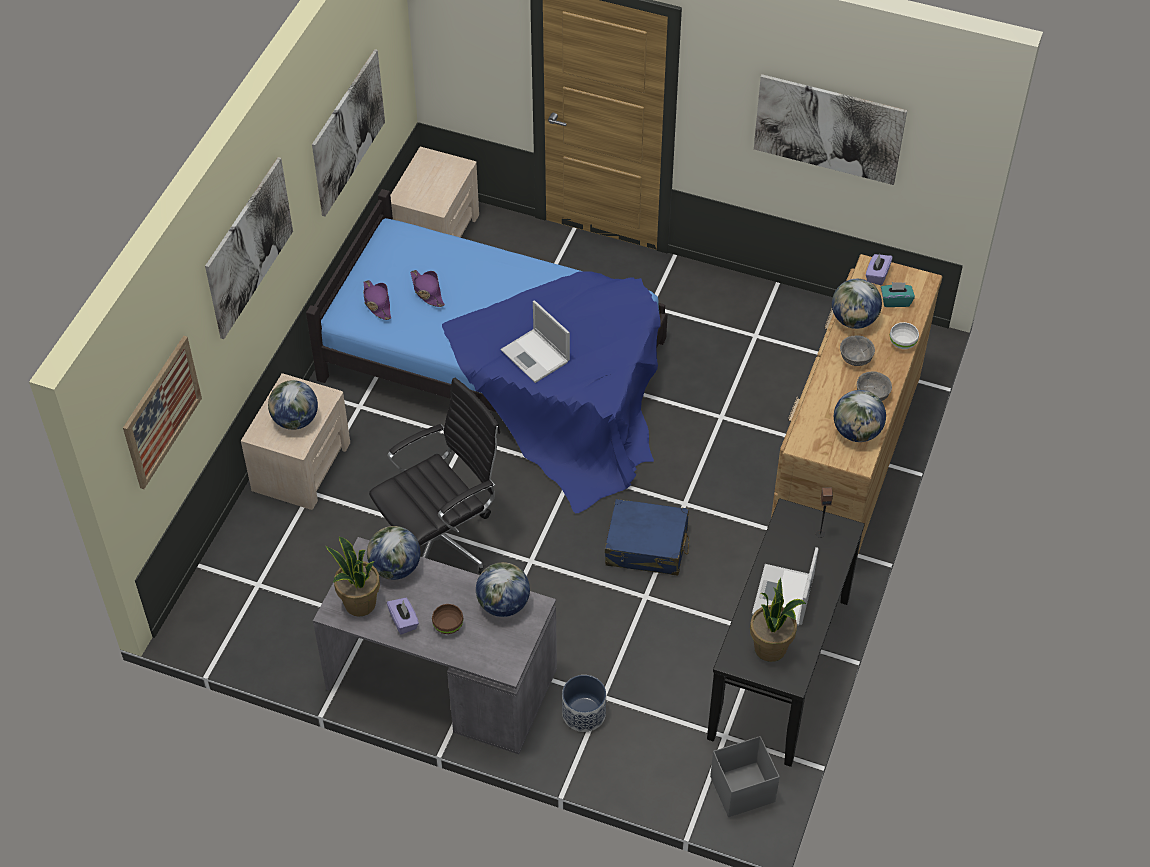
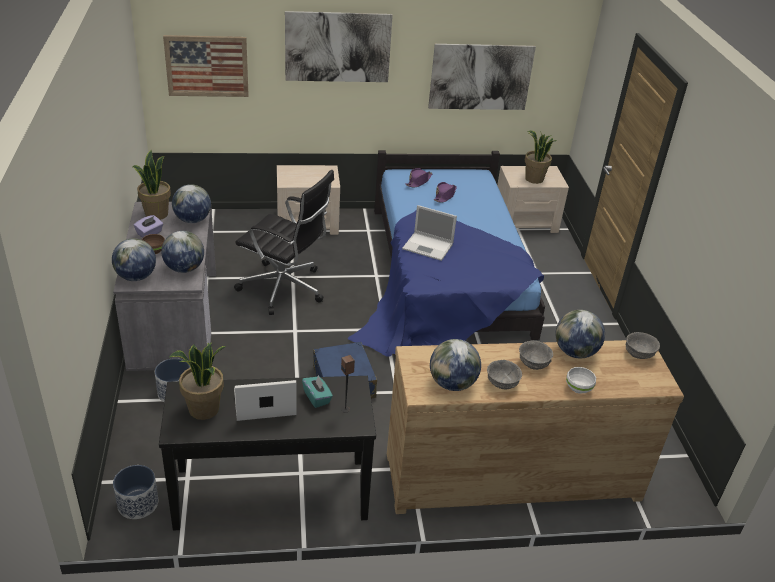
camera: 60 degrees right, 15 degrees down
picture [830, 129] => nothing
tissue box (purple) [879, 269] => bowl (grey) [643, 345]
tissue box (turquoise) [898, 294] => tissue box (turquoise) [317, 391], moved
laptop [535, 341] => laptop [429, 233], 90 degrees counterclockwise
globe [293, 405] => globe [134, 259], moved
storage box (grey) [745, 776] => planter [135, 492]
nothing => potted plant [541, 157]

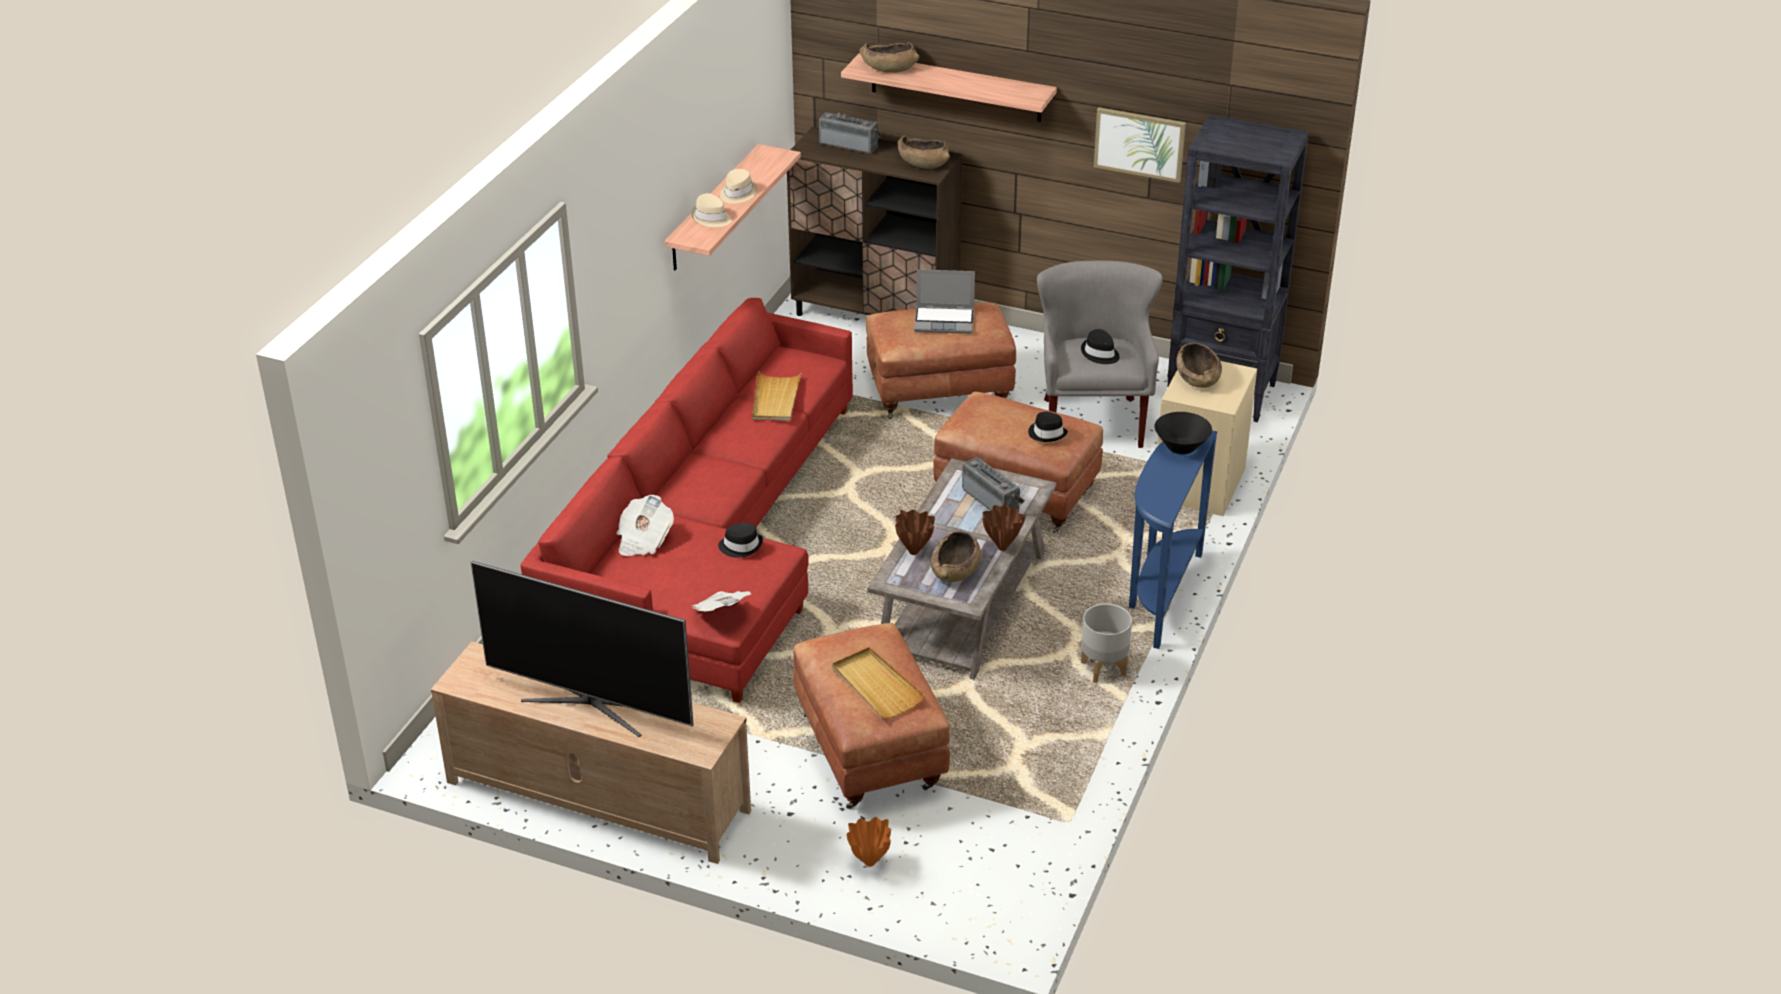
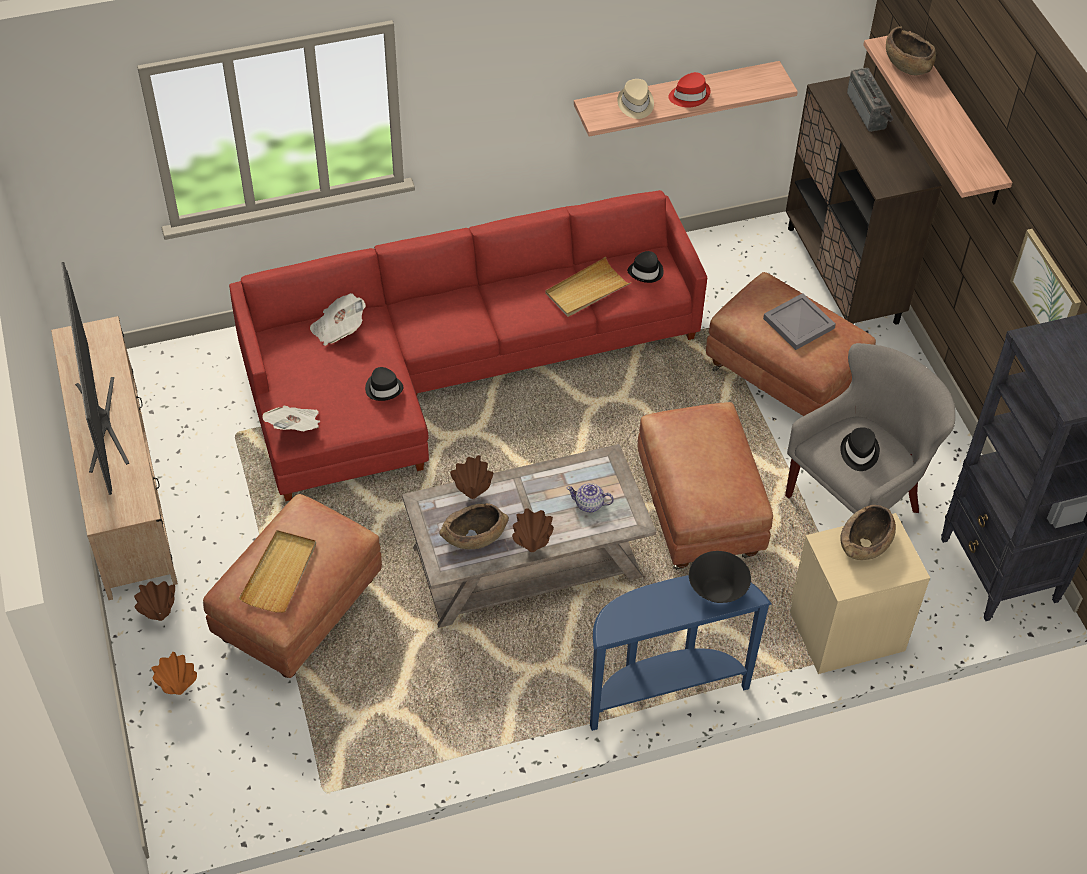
camera: 50 degrees right, 15 degrees up
bowl (brown) [923, 152] => nothing
hat (beige) [738, 186] => hat (red) [690, 90]
laptop [944, 301] => tray (grey) [799, 321]
hat (black) [1048, 427] => hat (black) [645, 267], moved
radio [993, 484] => teapot [590, 497]
planter (grey) [1106, 643] => nothing
nothing => vase (brown) [154, 601]

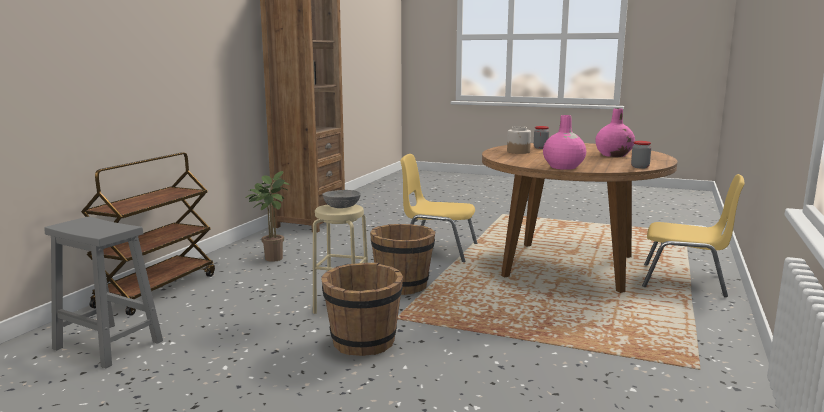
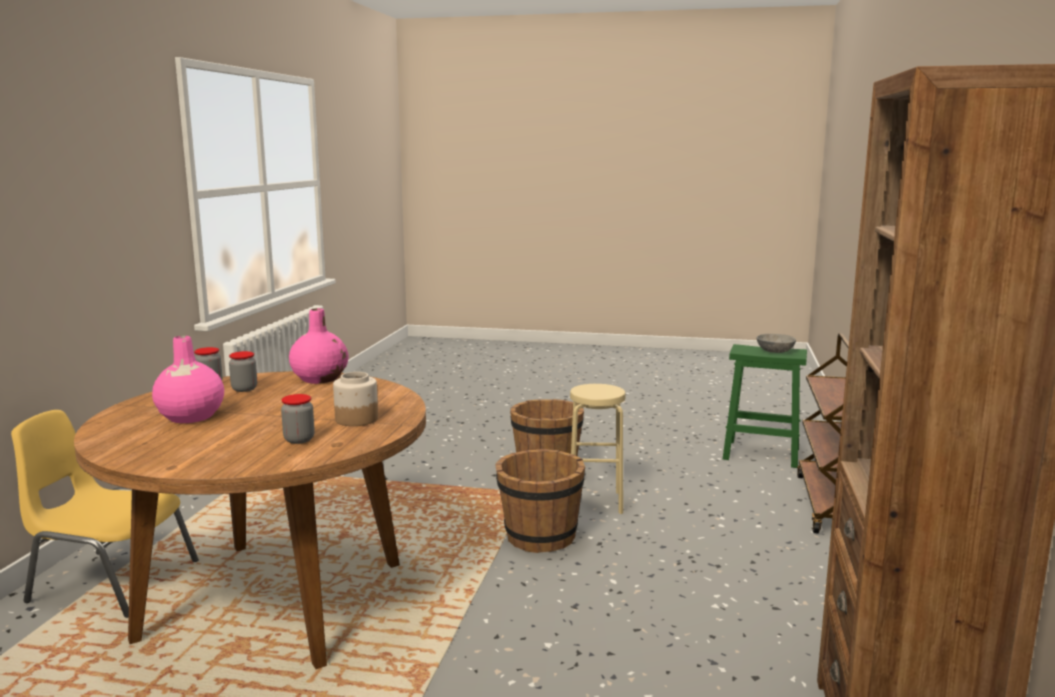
camera: 170 degrees right, 0 degrees up
chair (yellow) [439, 208] => nothing
potted plant [267, 216] => nothing
bowl (grey) [341, 199] => bowl (grey) [776, 343], moved
stool (grey) [103, 292] => stool (green) [765, 406]
nothing => jar [243, 371]

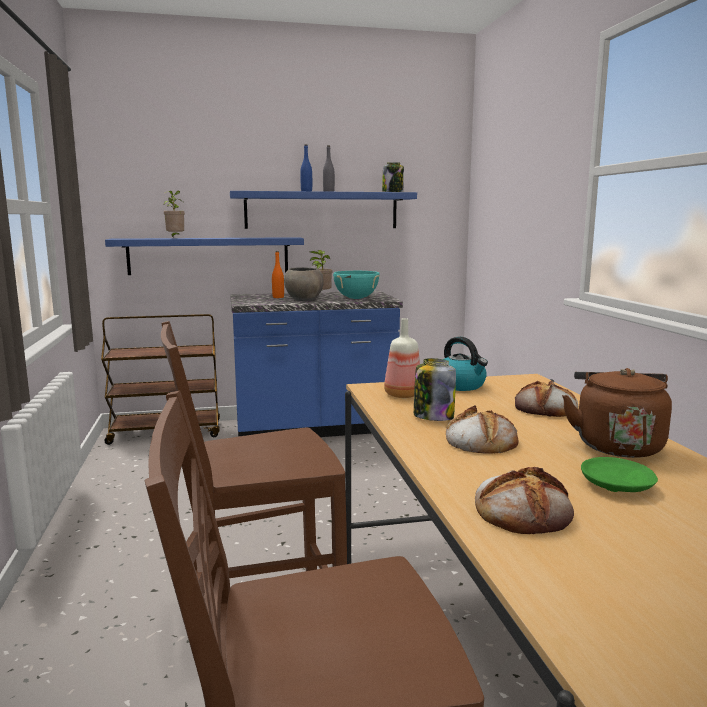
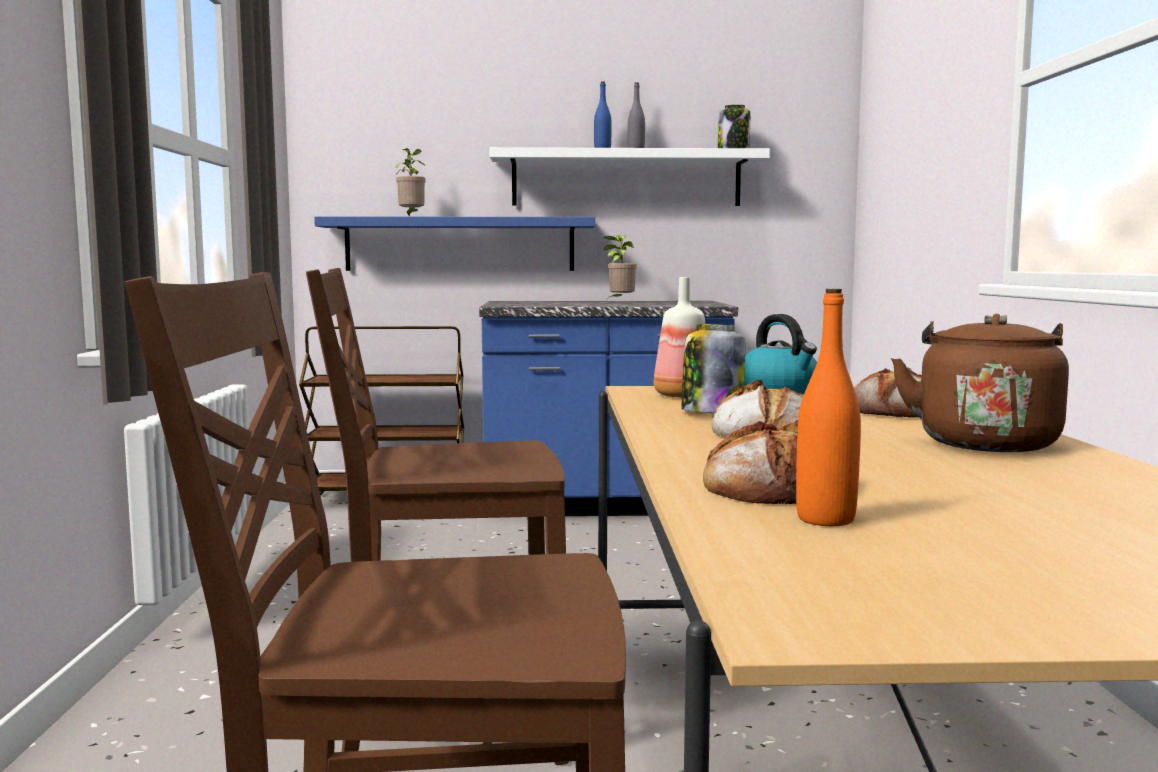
camera: 10 degrees right, 5 degrees down
shelf (blue) [323, 210] => shelf (white) [630, 176]
bottle (orange) [278, 274] => bottle (orange) [828, 407], moved
bowl (grey) [304, 284] => nothing
cooking pot (turquoise) [356, 285] => nothing
plate (green) [619, 474] => nothing

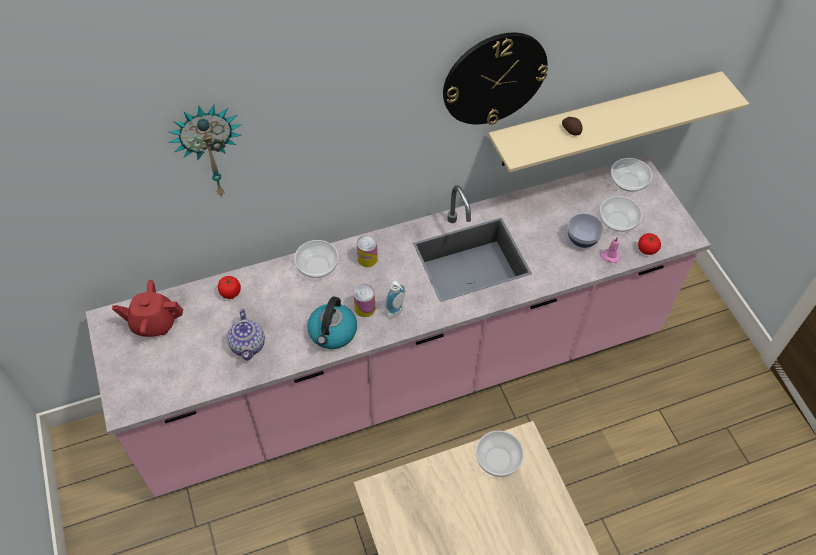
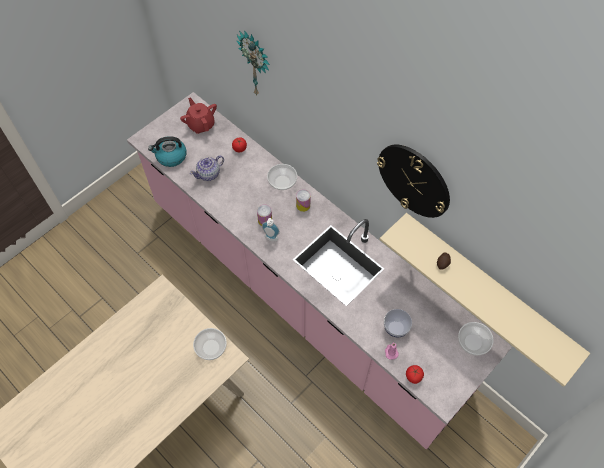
camera: 65 degrees right, 5 degrees up
bowl [621, 214] => nothing
kettle [332, 323] => kettle [167, 151], moved

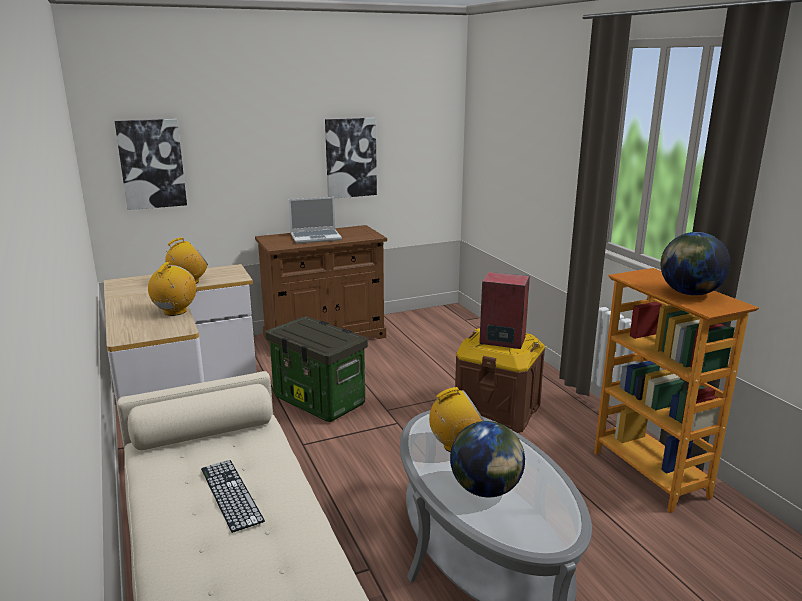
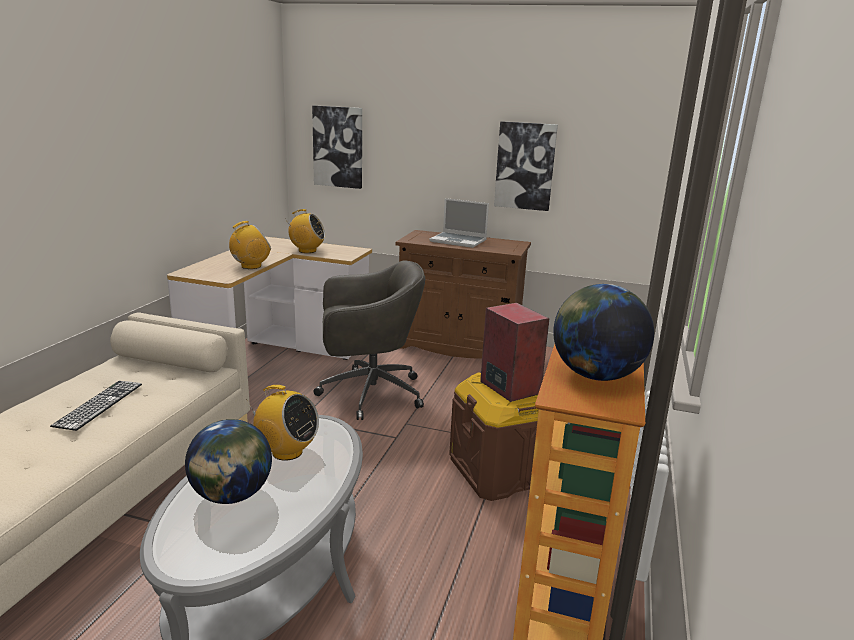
camera: 40 degrees right, 0 degrees up
storage box [316, 369] => office chair (grey) [369, 340]

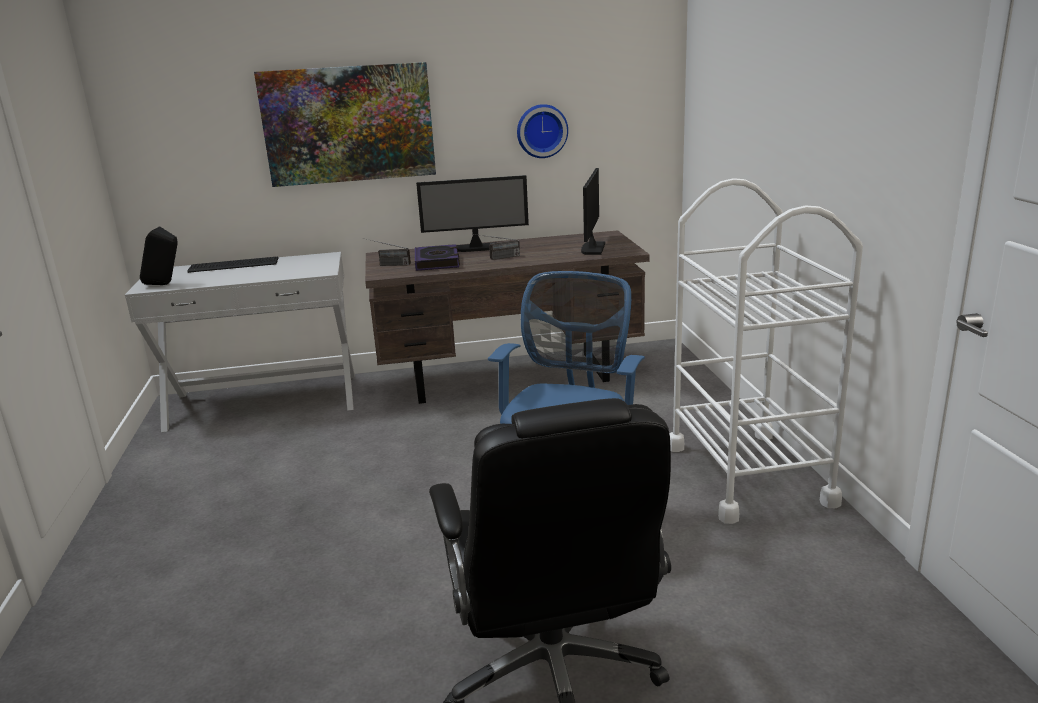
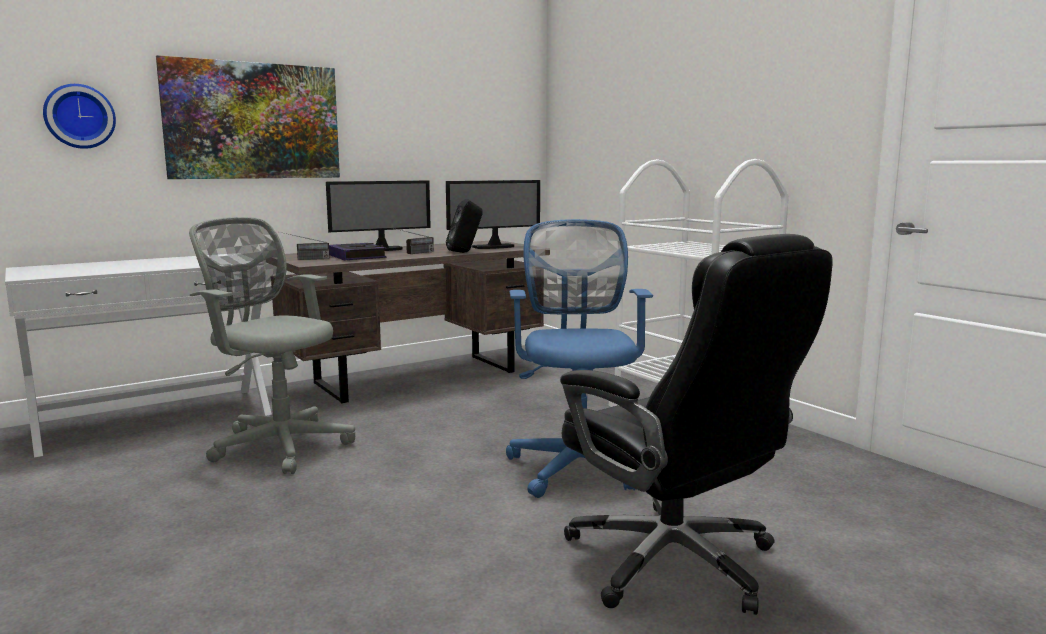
camera: 25 degrees left, 10 degrees down
wall clock [542, 131] => wall clock [79, 116], moved
monitor [593, 211] => monitor [493, 214], 105 degrees counterclockwise
speaker (black) [159, 255] => speaker (black) [464, 226], moved
keyboard [233, 265] => nothing
nothing => office chair (grey) [272, 345]

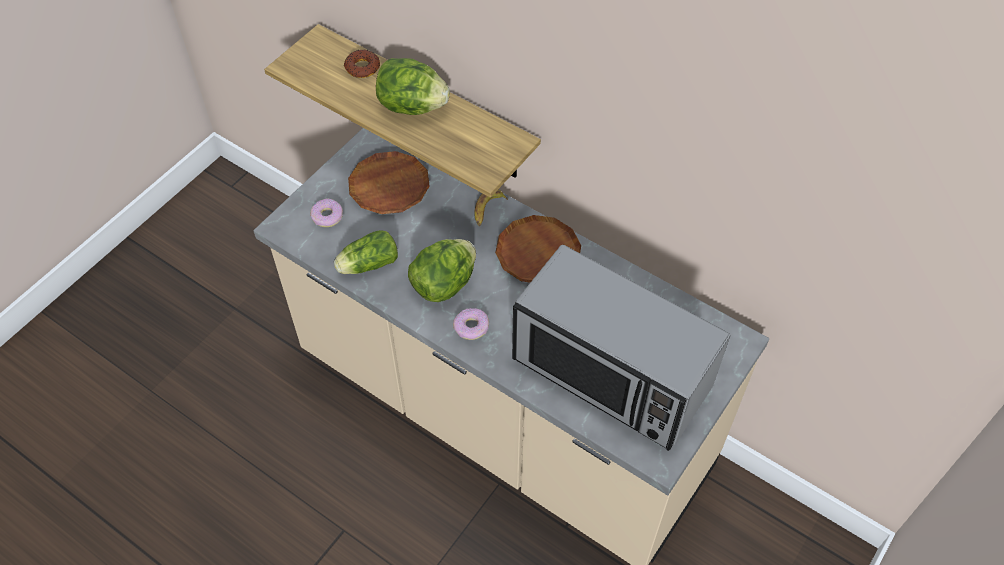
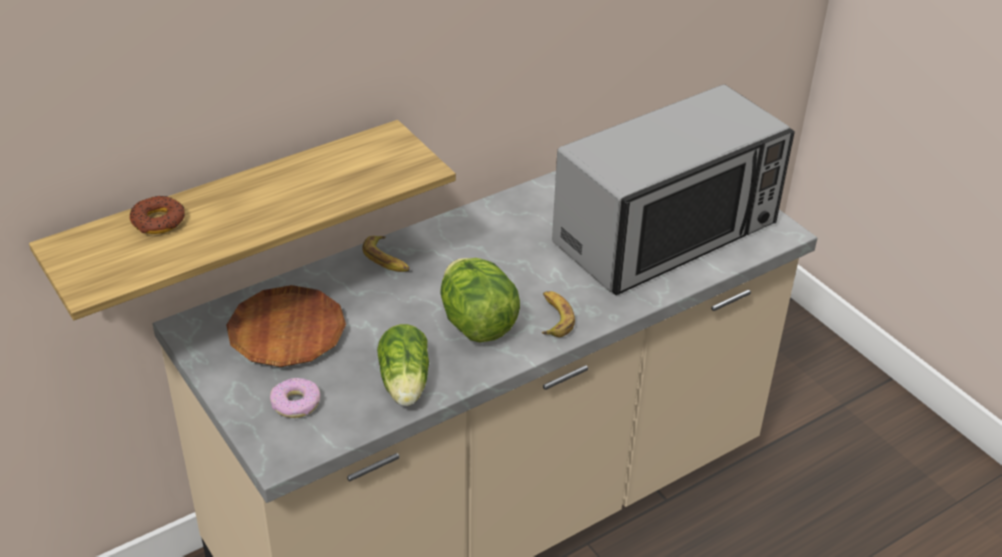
camera: 70 degrees left, 15 degrees down
lettuce [413, 86] => nothing
plate (brown) [538, 248] => nothing
donut [471, 324] => banana [558, 314]

